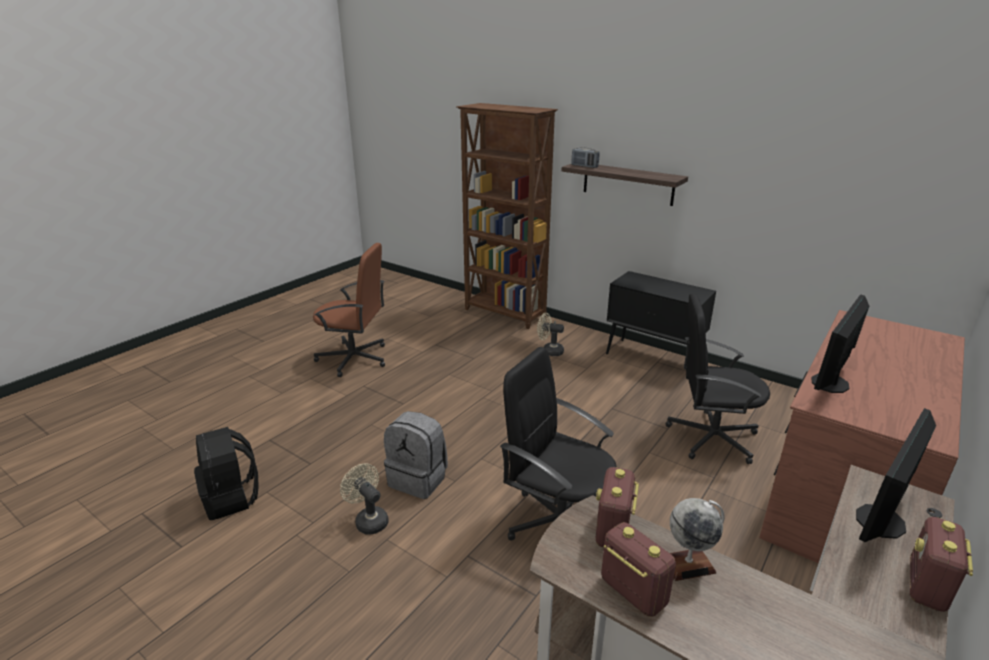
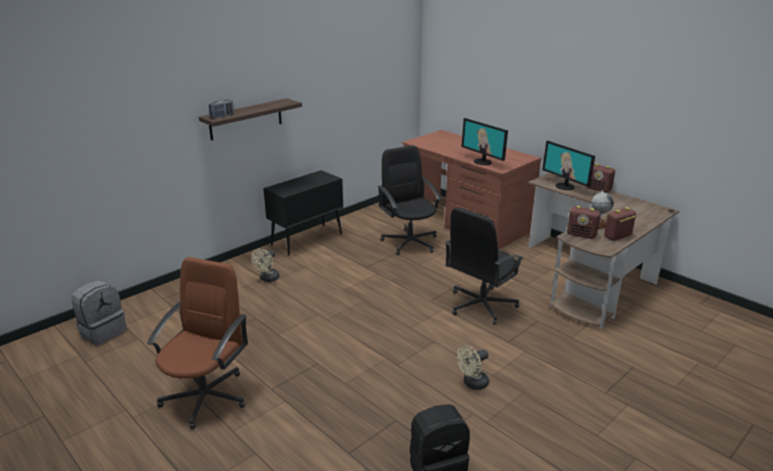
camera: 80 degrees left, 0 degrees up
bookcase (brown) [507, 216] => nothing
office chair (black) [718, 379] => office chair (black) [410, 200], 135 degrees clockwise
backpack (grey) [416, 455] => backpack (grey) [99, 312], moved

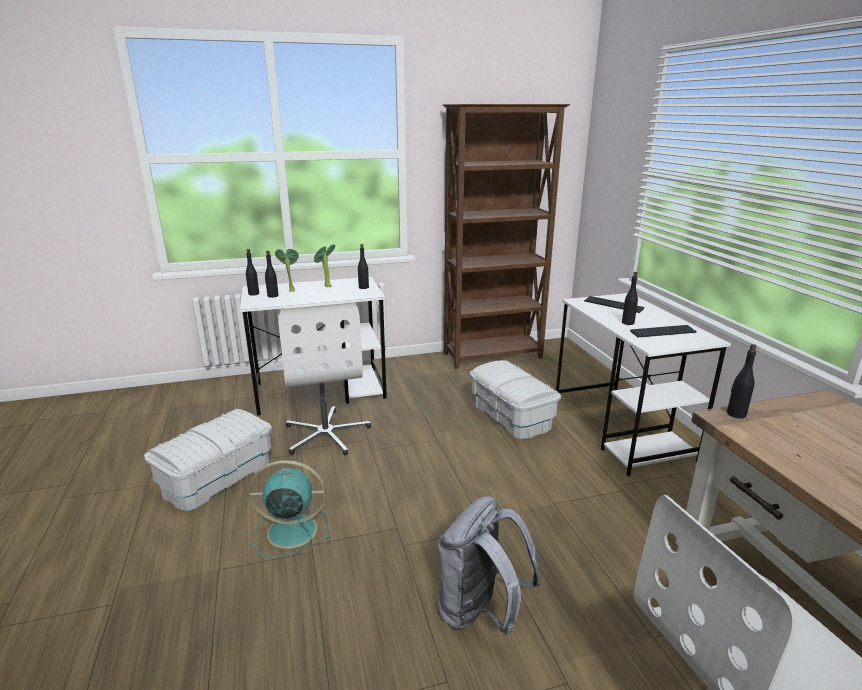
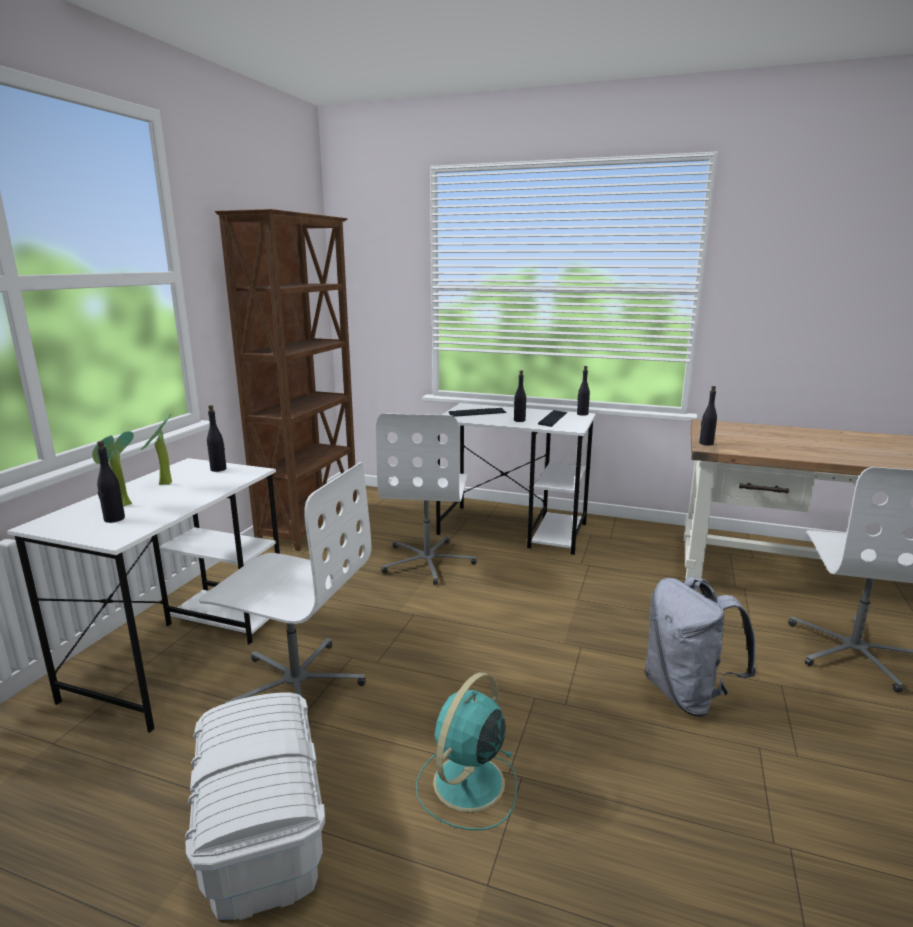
camera: 55 degrees left, 5 degrees down
bottle (black) [252, 272] => bottle (black) [583, 391], moved
storage box (white) [515, 399] => office chair (white) [426, 499]

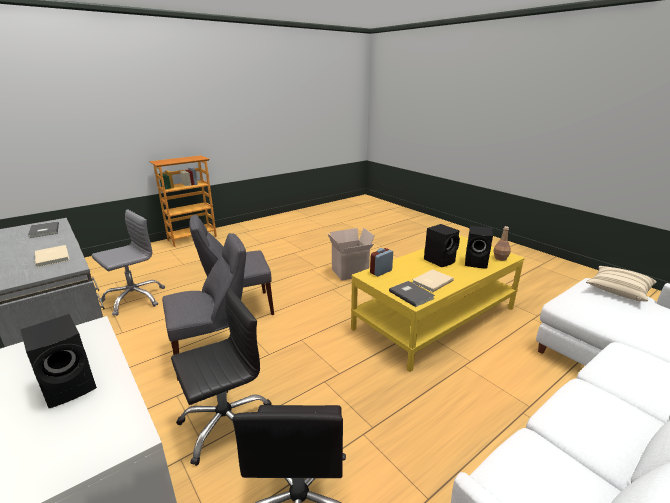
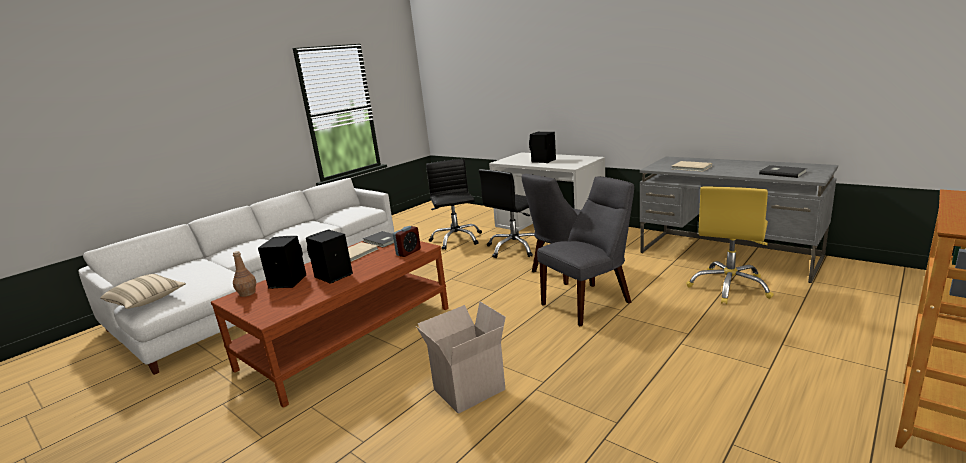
camera: 170 degrees right, 5 degrees down
office chair (grey) [128, 262] => office chair (yellow) [730, 245]
coffee table (yellow) [438, 303] => coffee table (brown) [330, 324]

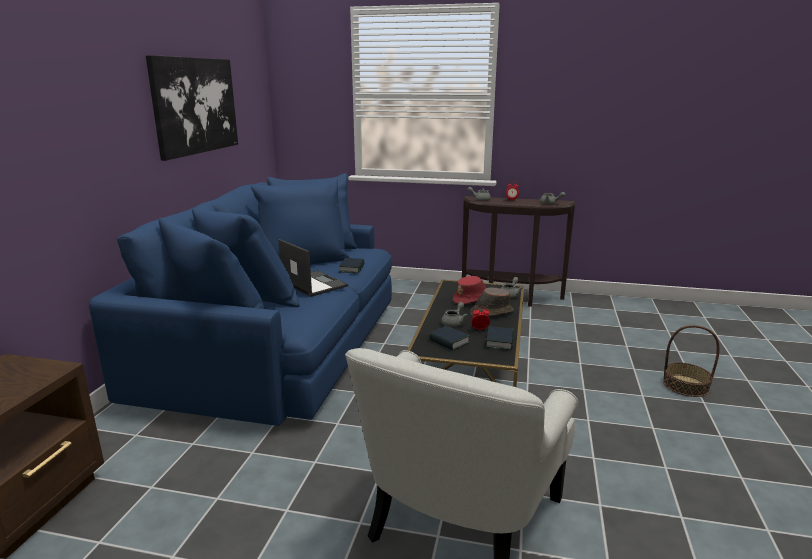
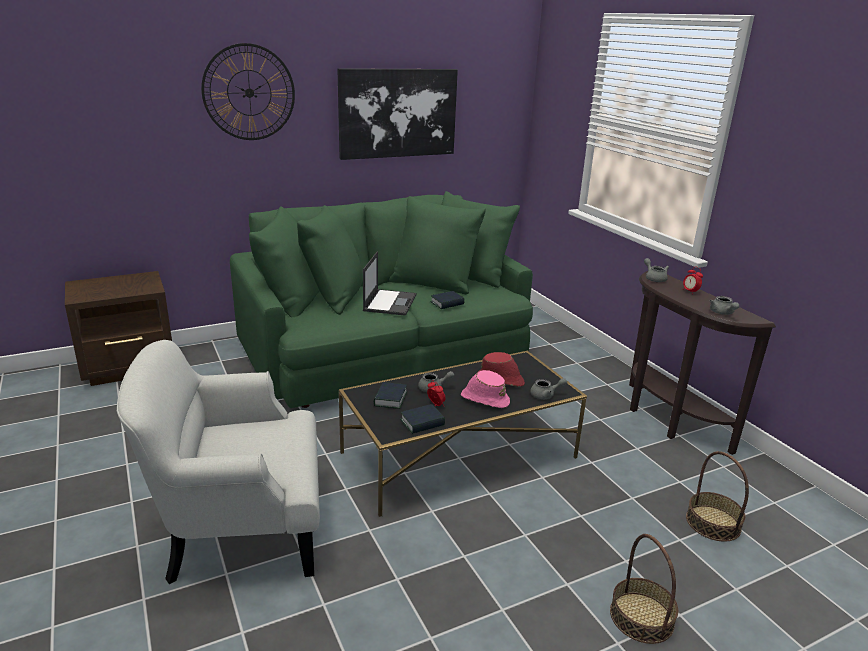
camera: 50 degrees right, 5 degrees up
sofa (blue) [240, 299] => sofa (green) [381, 299]
hat (brown) [492, 302] => hat (pink) [485, 389]
nothing => wall clock [248, 91]
nothing => basket [717, 496]

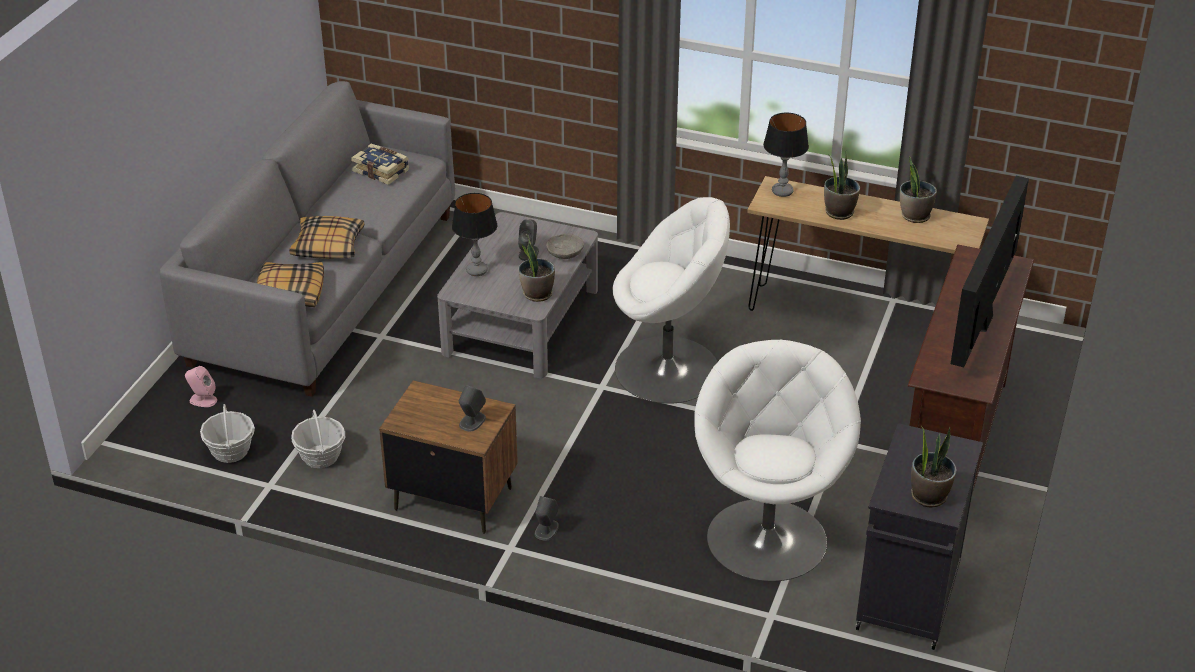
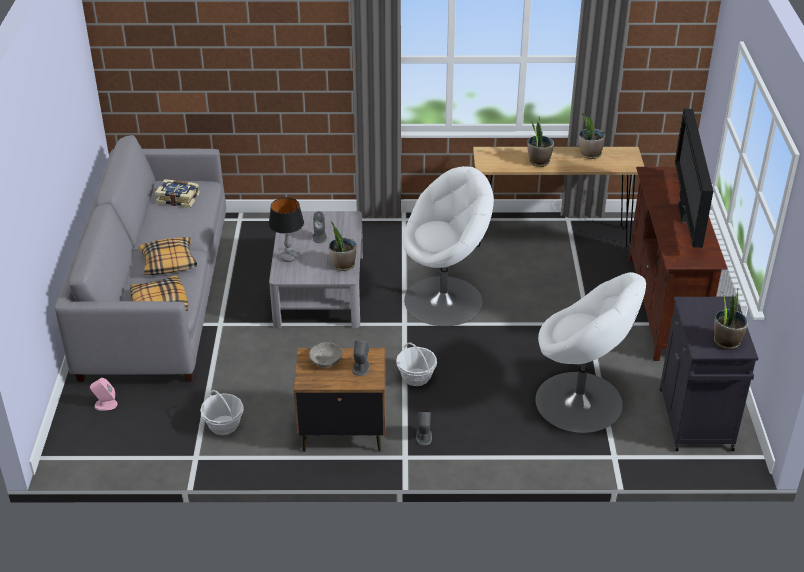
camera: 20 degrees left, 0 degrees up
table lamp [786, 155] => nothing
bowl (grey) [565, 246] => bowl (grey) [326, 355], moved
armchair (white) [777, 460] => armchair (white) [590, 352], 135 degrees clockwise
basket [227, 433] => basket [416, 364], moved

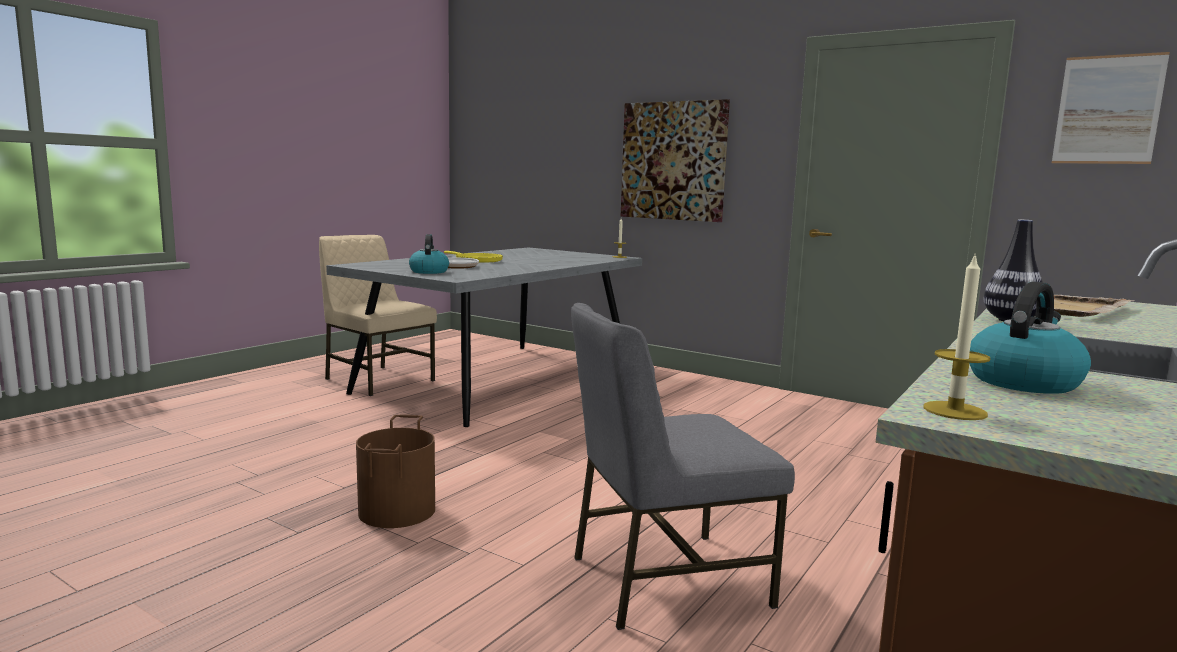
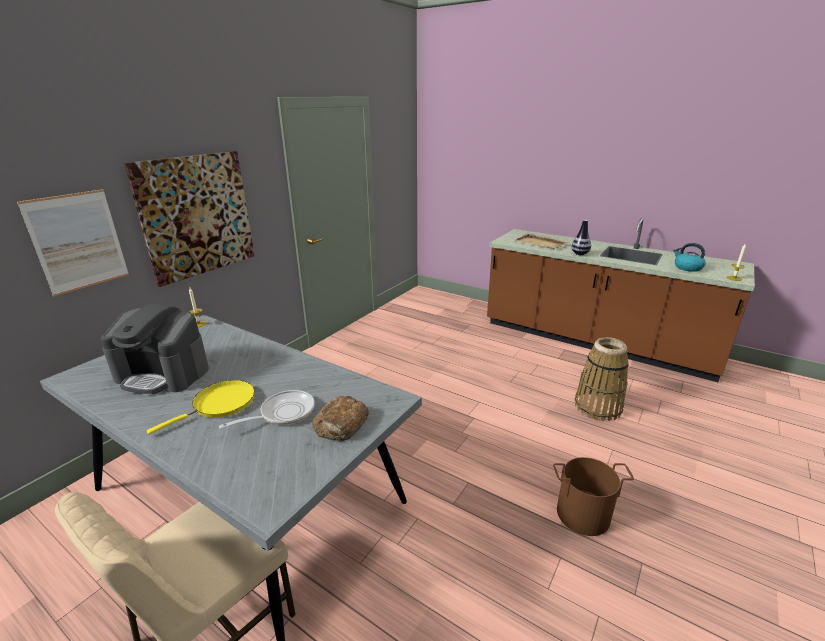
camera: 90 degrees left, 15 degrees up
picture [1111, 108] => picture [73, 242], moved
kettle [429, 254] => bread [340, 419]
chair (grey) [683, 466] => basket [602, 379]
nothing => coffee machine [155, 349]

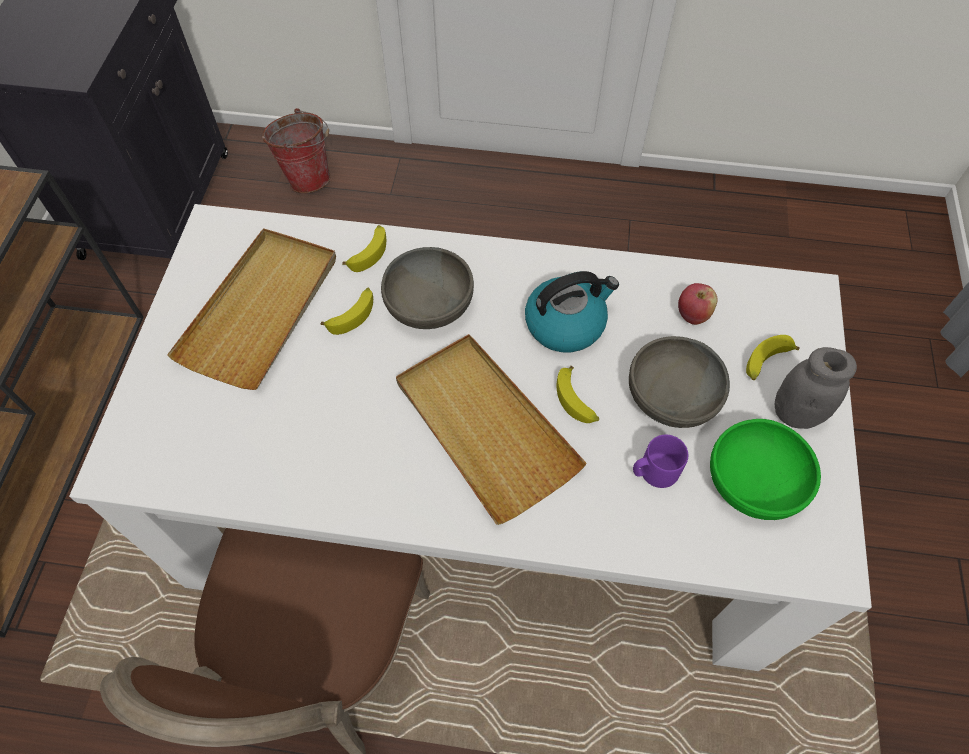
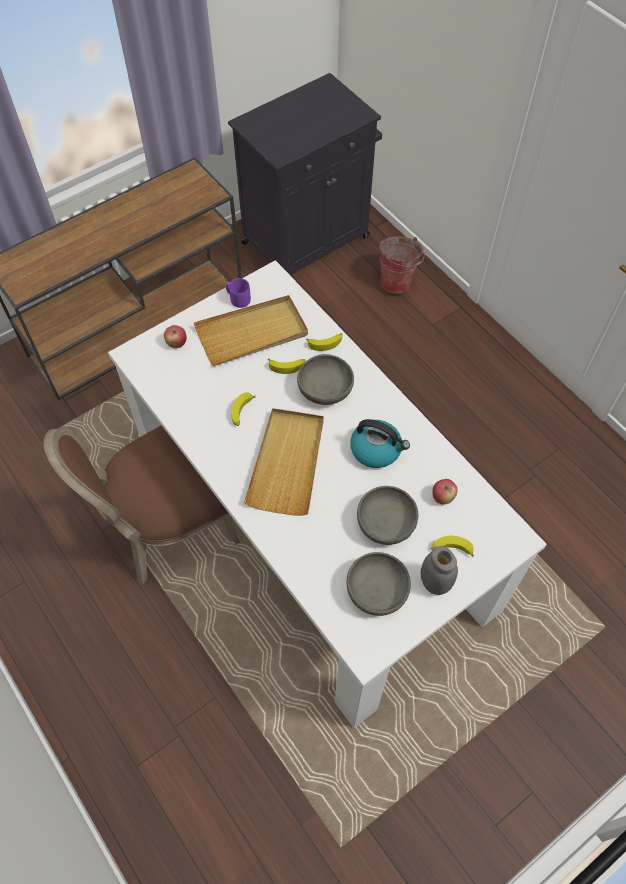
camera: 45 degrees right, 0 degrees up
banana [577, 394] => banana [243, 409], moved
bowl (green) [765, 469] => bowl (grey) [379, 584]
mug (purple) [660, 461] => mug (purple) [238, 293], moved
nothing => apple [175, 336]

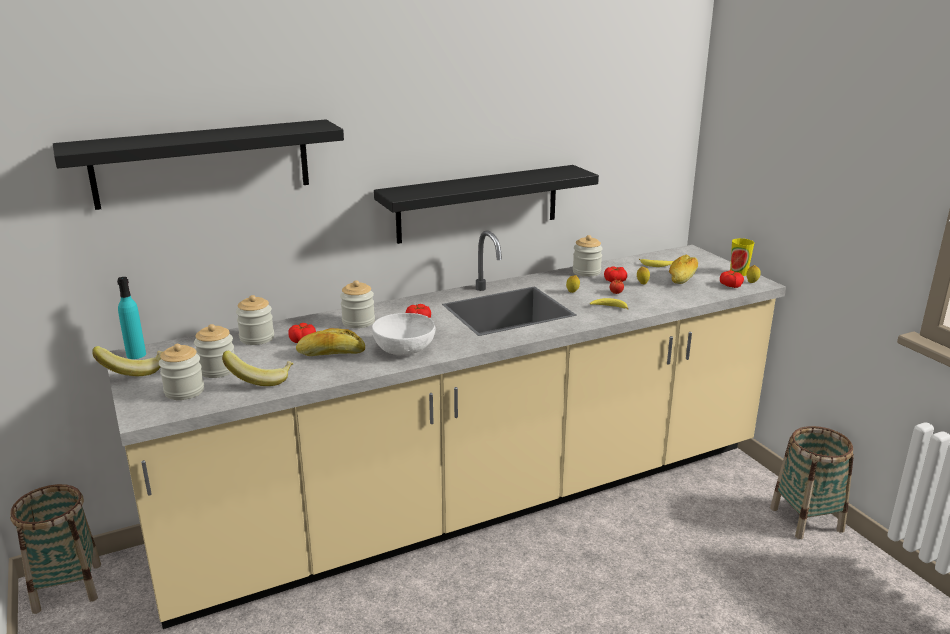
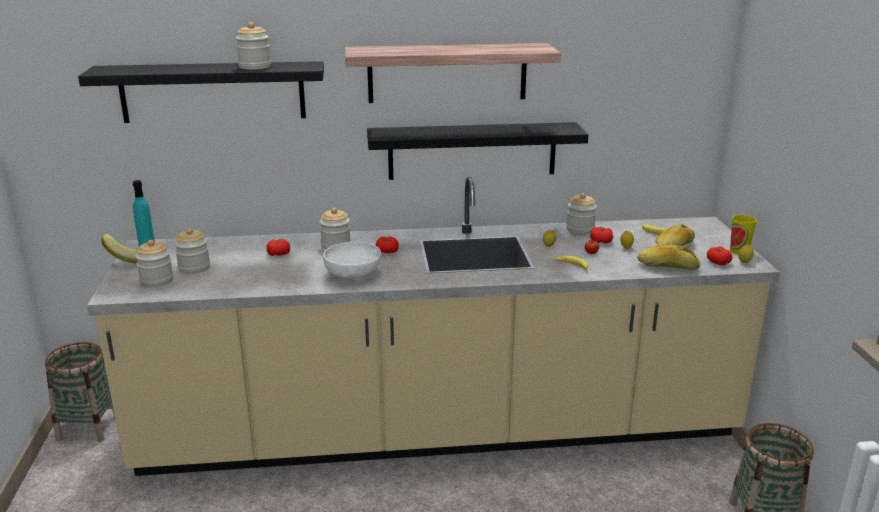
camera: 20 degrees right, 0 degrees up
jar [255, 320] => jar [253, 46], moved
bread [330, 342] => bread [669, 257], moved
banana [258, 368] => nothing
nothing => shelf [453, 73]

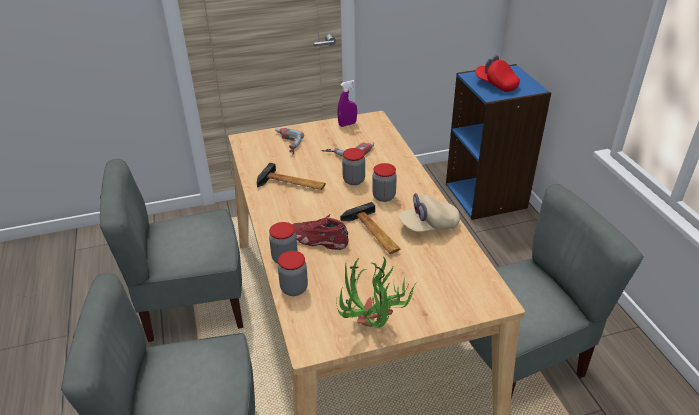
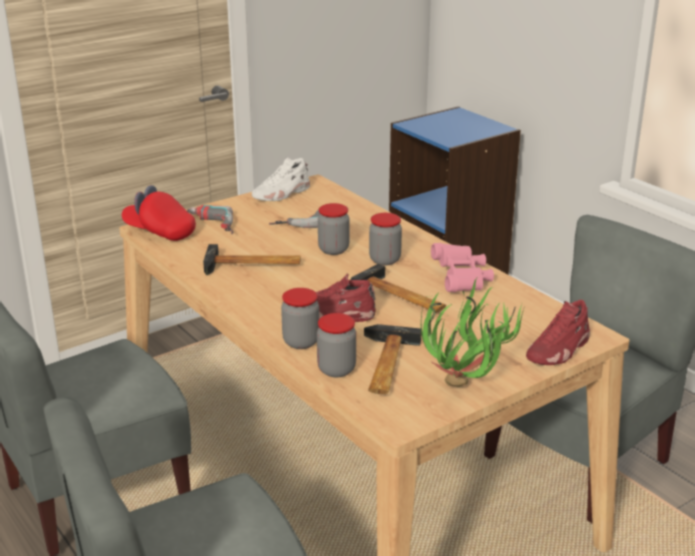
camera: 20 degrees left, 10 degrees down
cap (red) [497, 73] => cap (red) [159, 213], moved
spray bottle (purple) [347, 103] => shoe (white) [281, 179]
cap (beige) [429, 212] => binoculars (pink) [462, 267]
nothing => shoe (red) [558, 332]
nothing => hammer [392, 359]

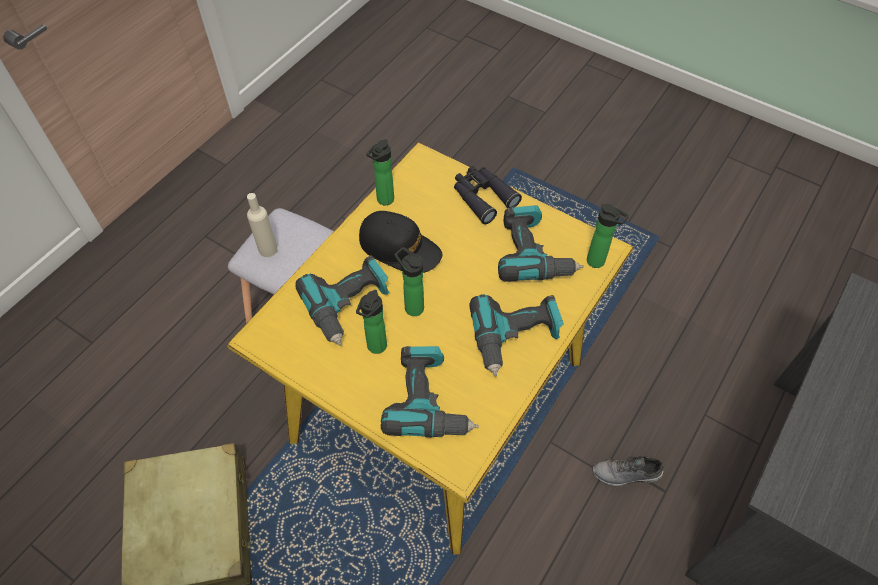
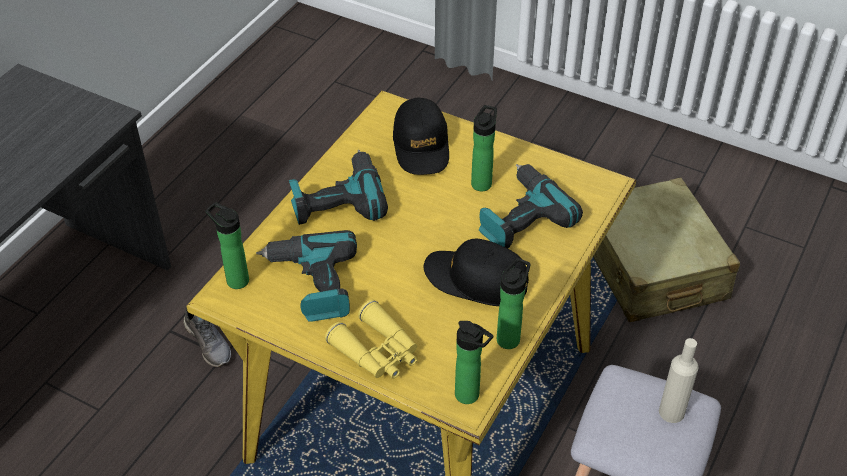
camera: 175 degrees right, 10 degrees down
binoculars (black) [488, 195] => binoculars (yellow) [371, 339]
bottle [409, 281] => bottle [474, 362], moved
power drill [430, 392] => cap (black) [421, 136]
shoe (grey) [628, 471] => shoe (grey) [207, 337], 60 degrees clockwise

